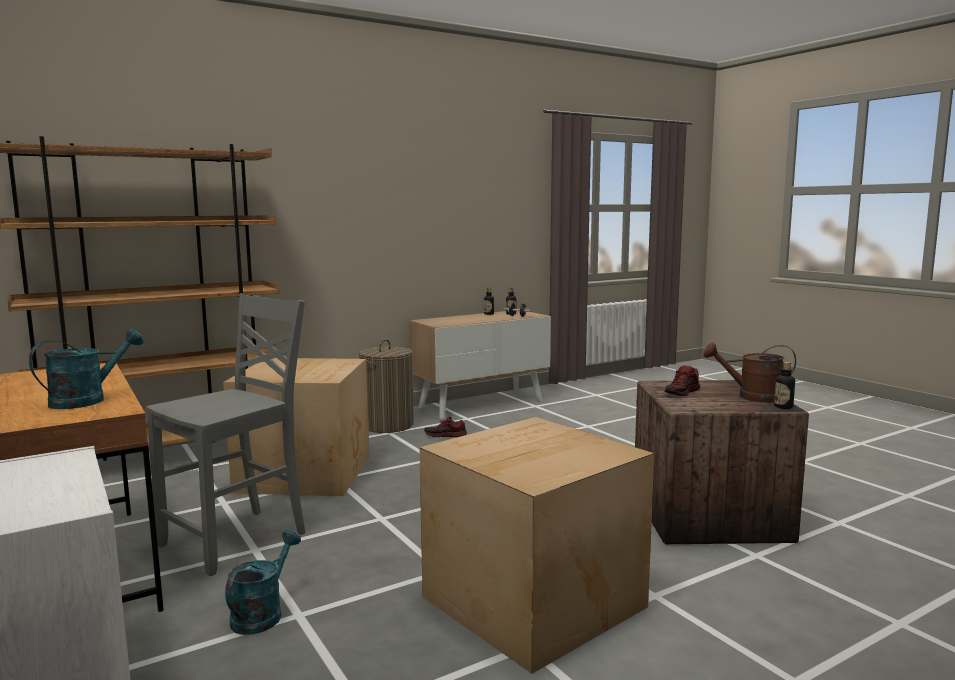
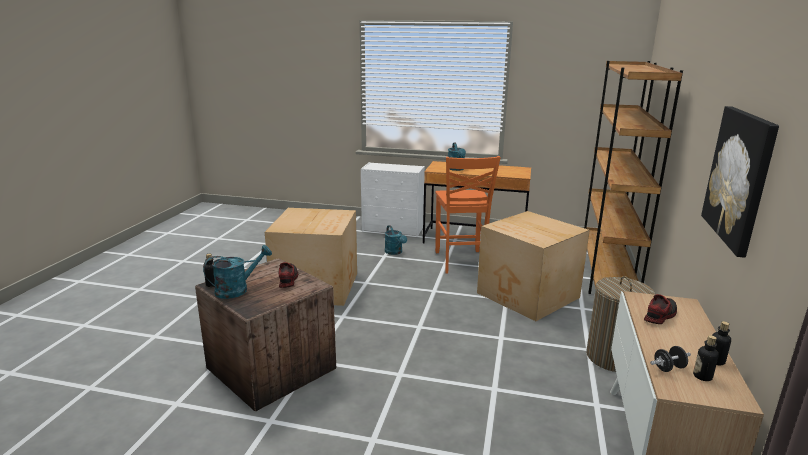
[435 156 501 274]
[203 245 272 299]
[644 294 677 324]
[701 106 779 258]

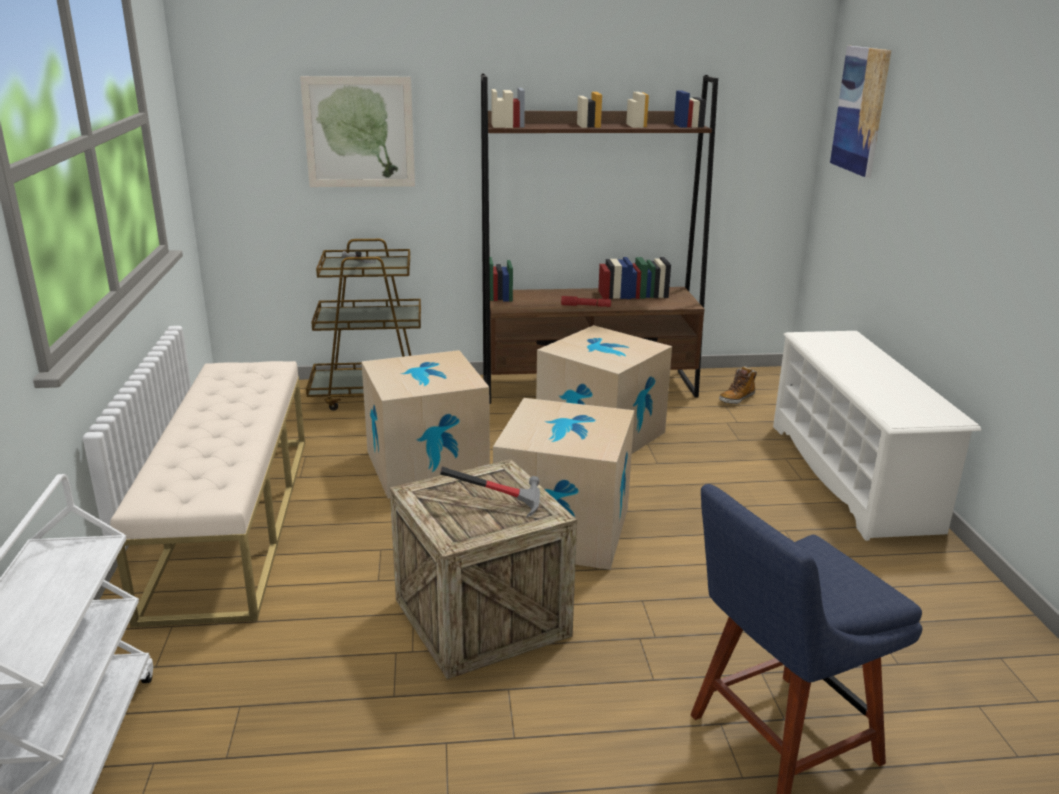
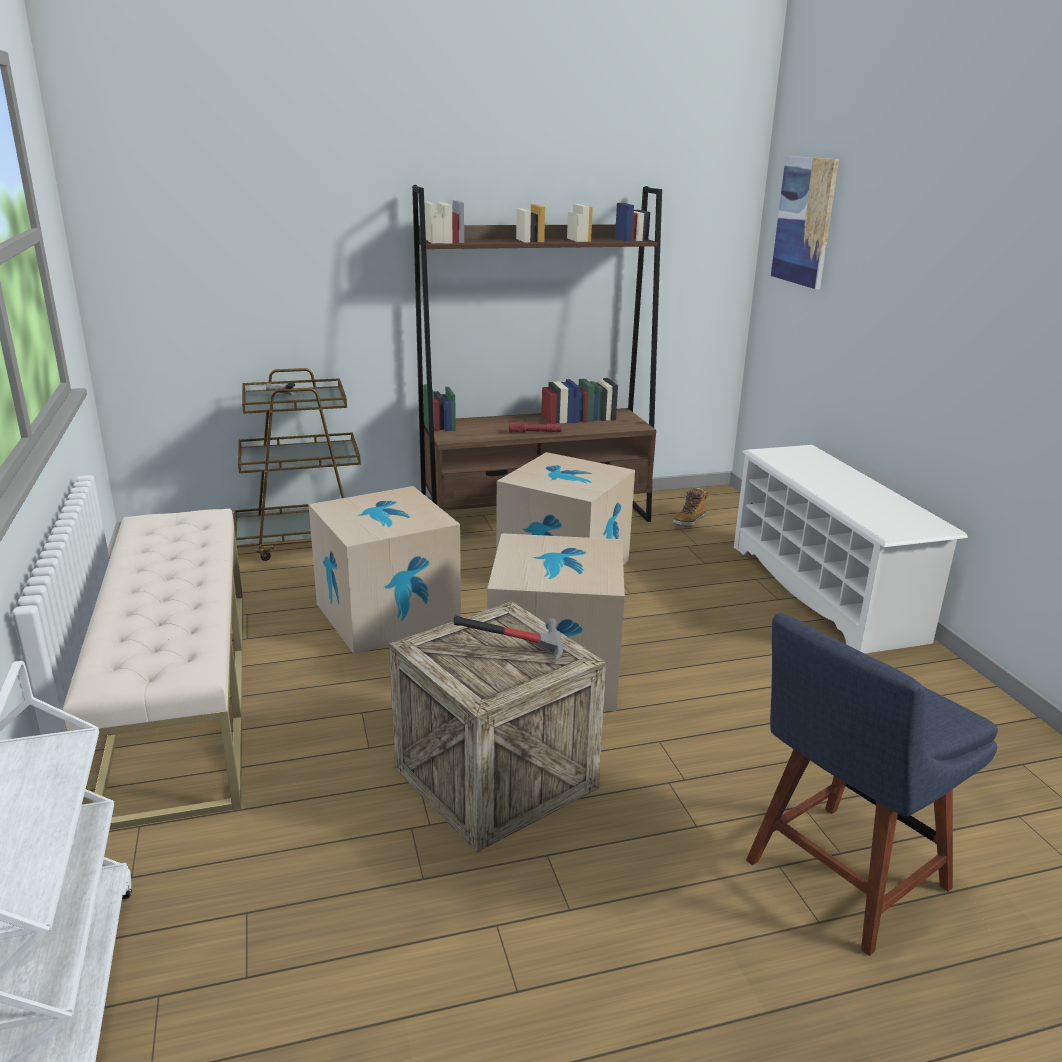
[300 76 415 187] (first image)

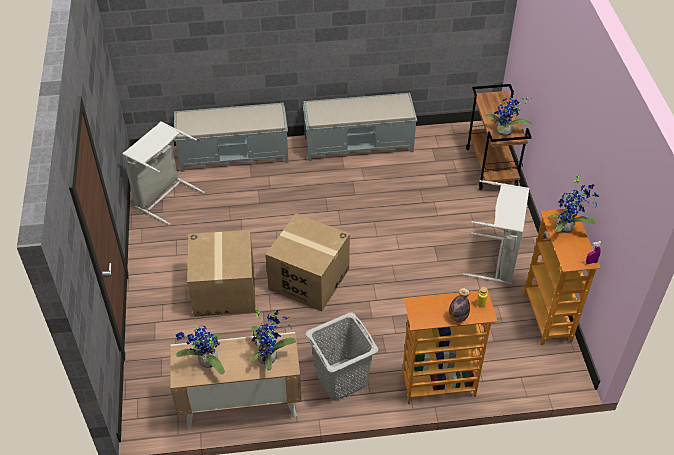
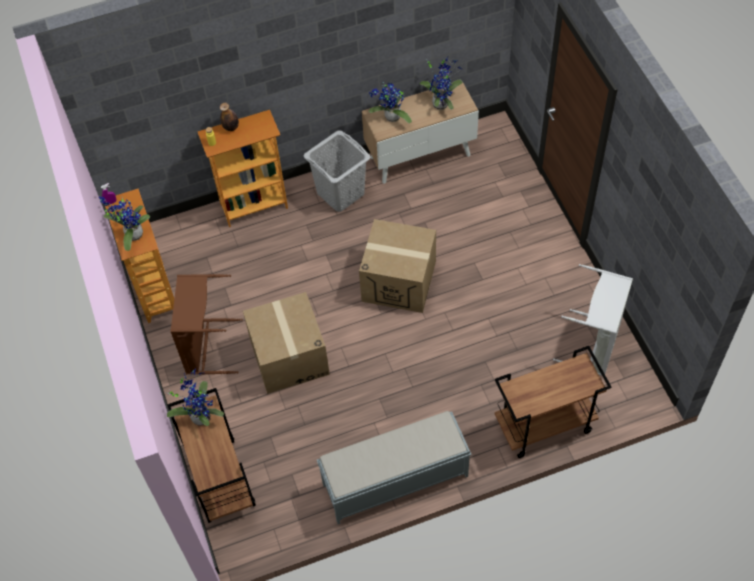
[495 346 612 458]
[170 274 243 374]
[243 292 330 394]

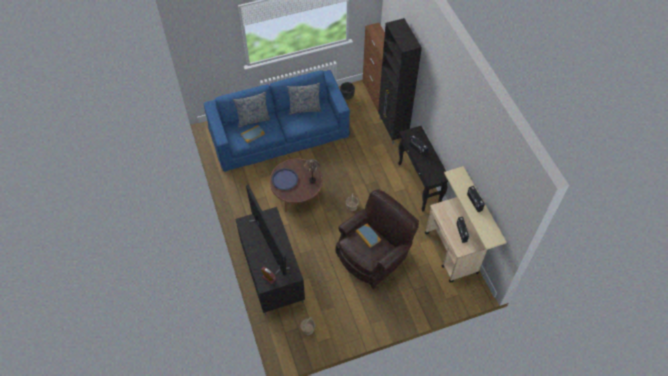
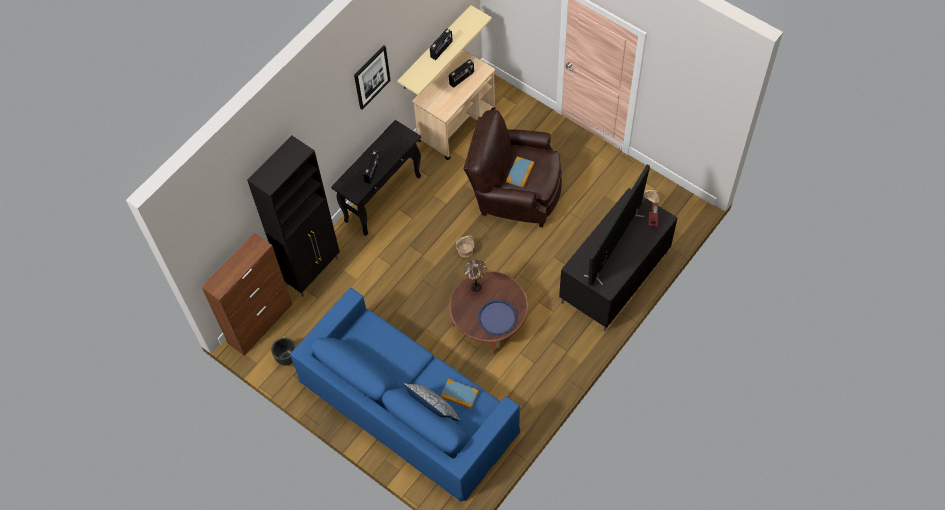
[287 83 322 115] (first image)
[354 46 391 109]

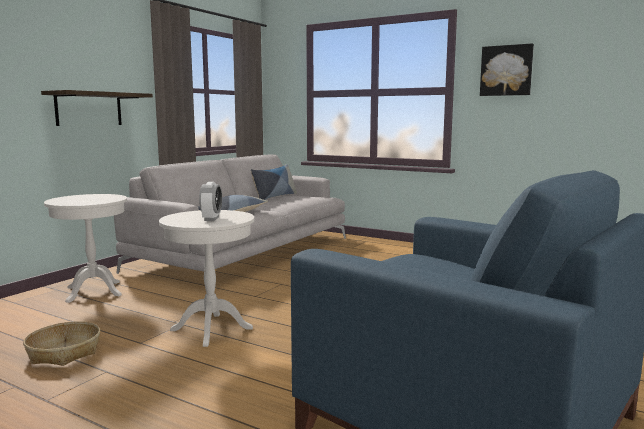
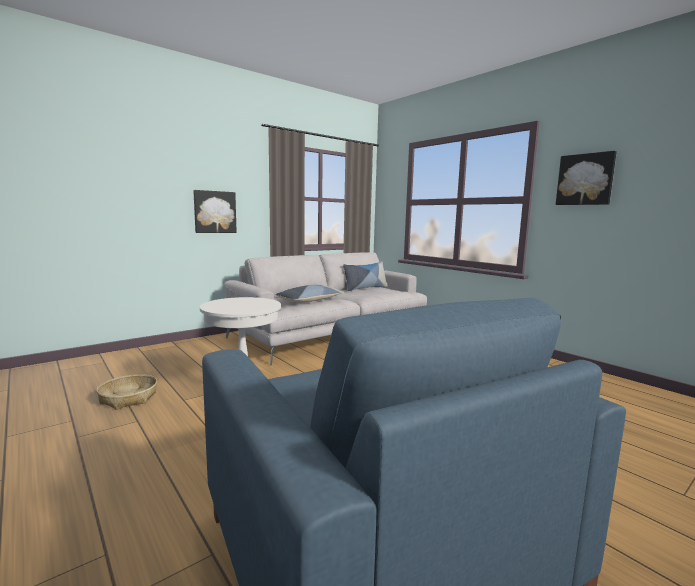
[193 190 237 233]
[199 182 222 221] (first image)
[44 194 127 303] (first image)

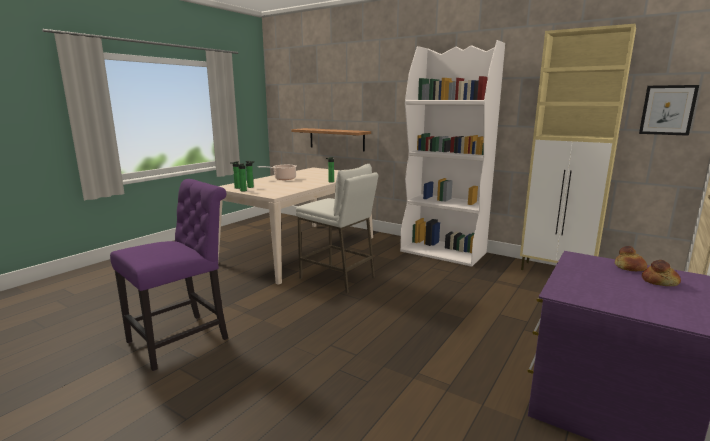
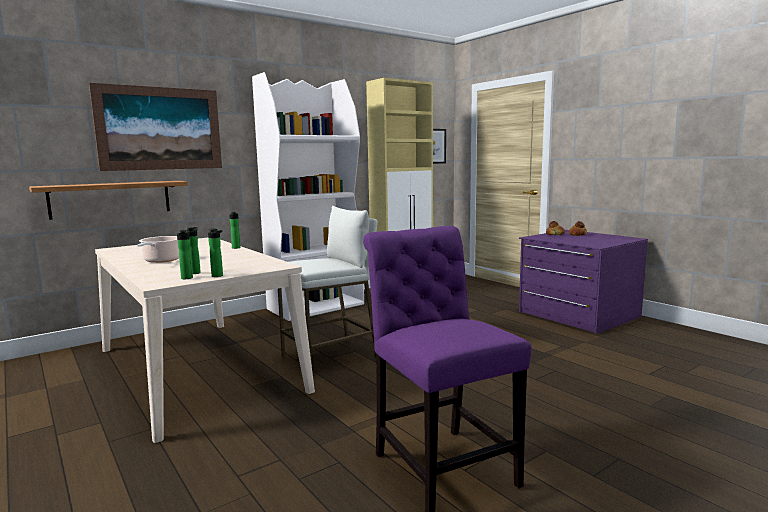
[89 83 222 171]

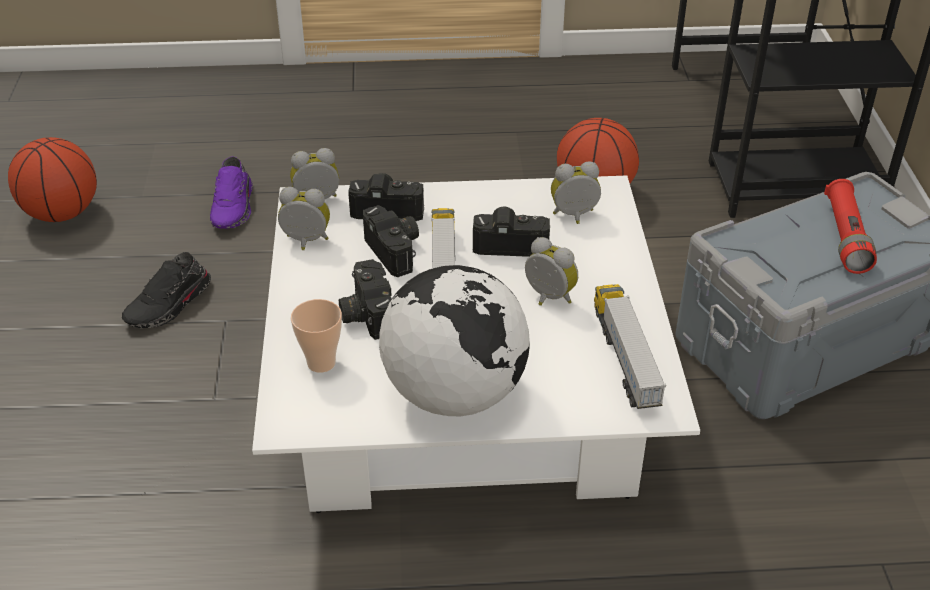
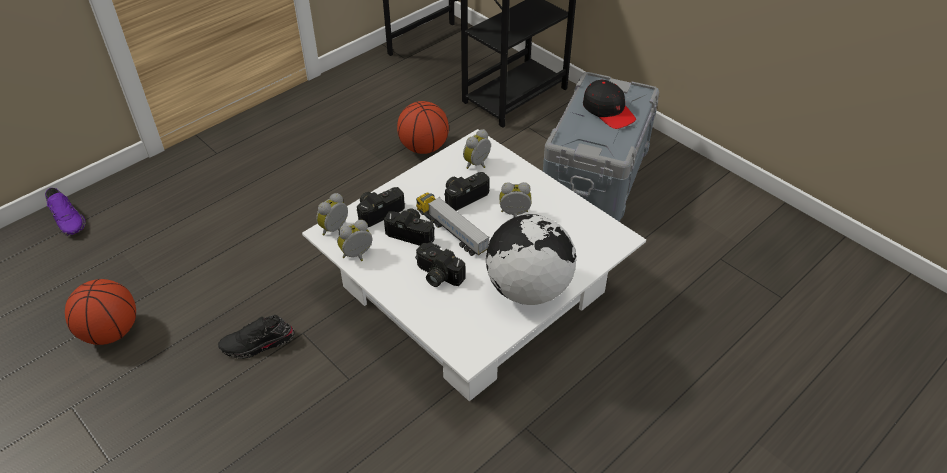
[45 188 85 236]
[583 80 636 129]
[218 315 295 359]
[594 284 666 409] (first image)
[291 299 342 373] (first image)

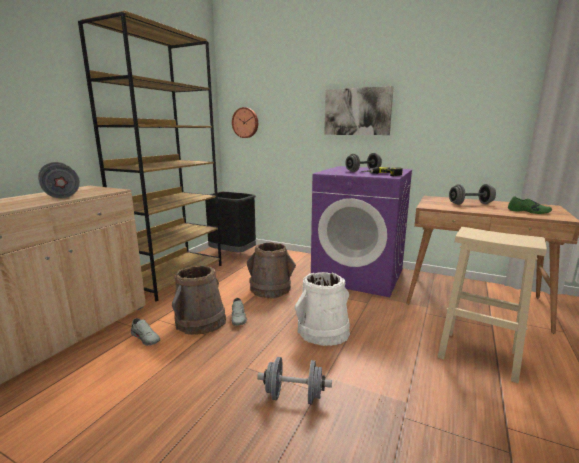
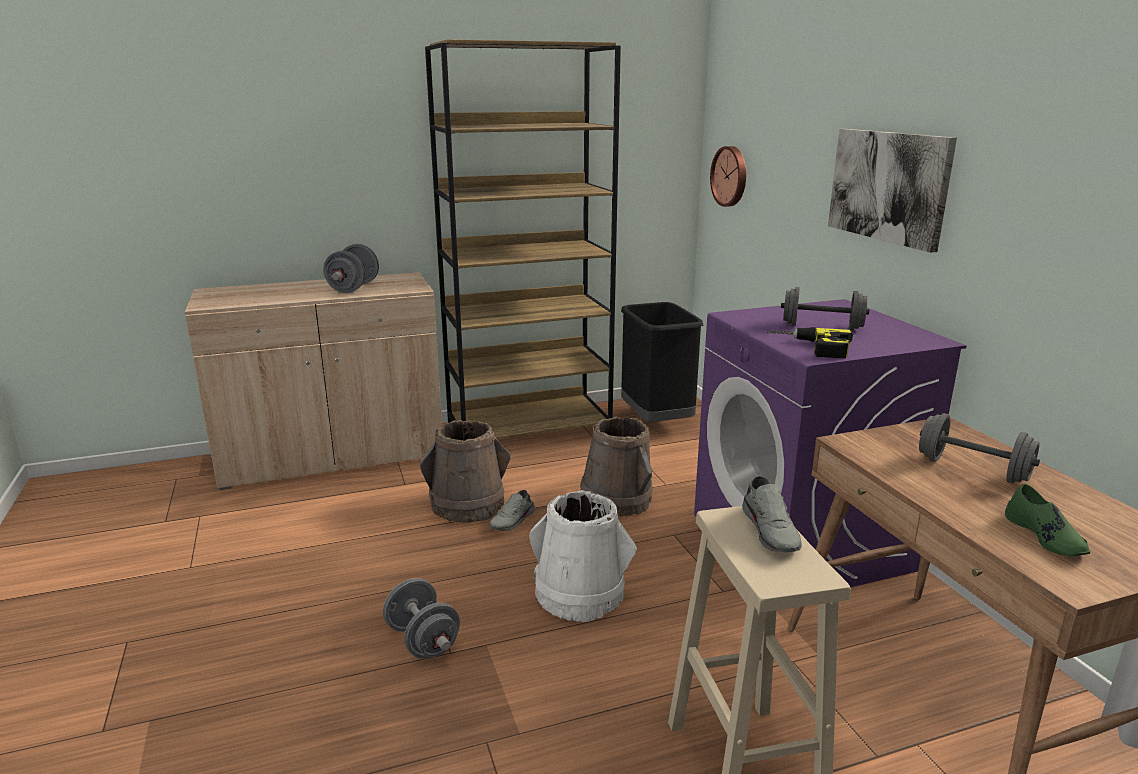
[742 476 802 552]

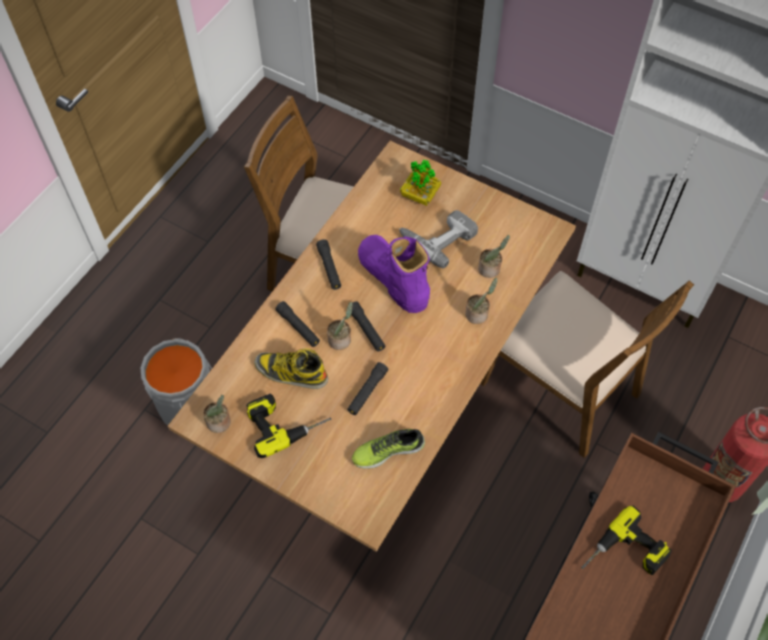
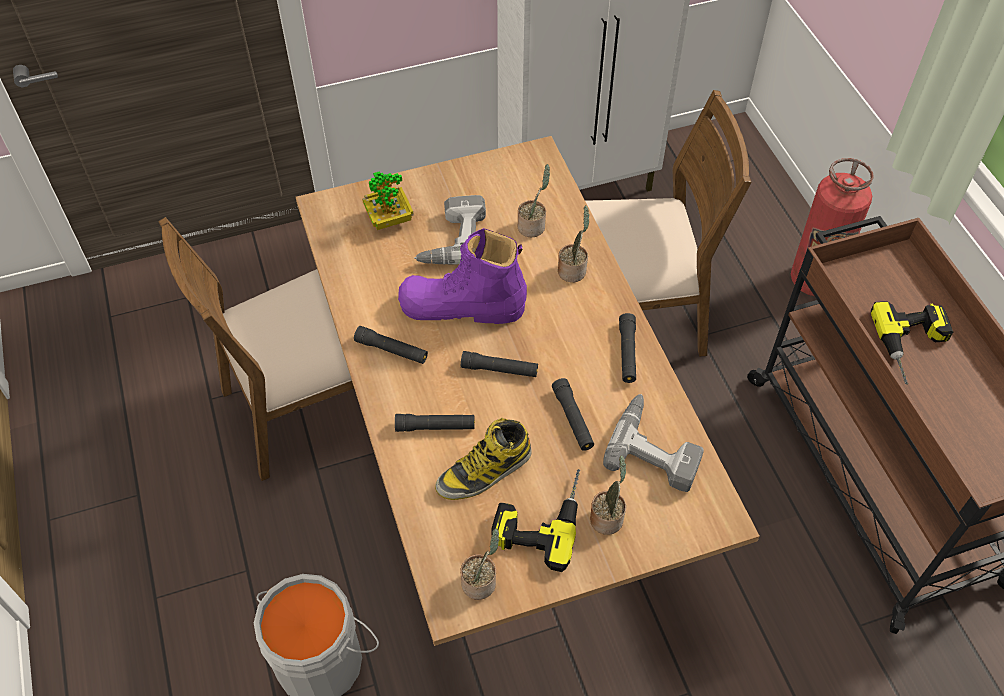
[590 455 626 535]
[603 394 704 492]
[619 313 636 383]

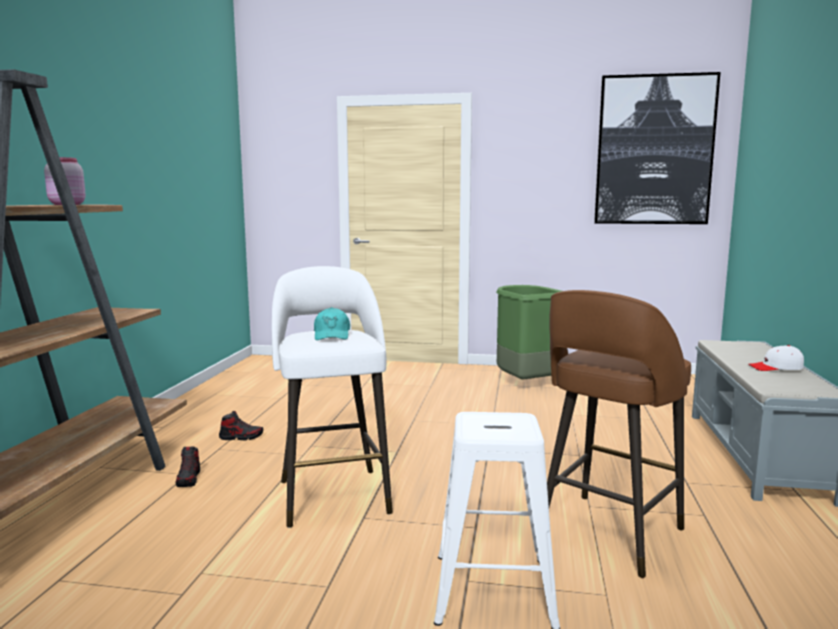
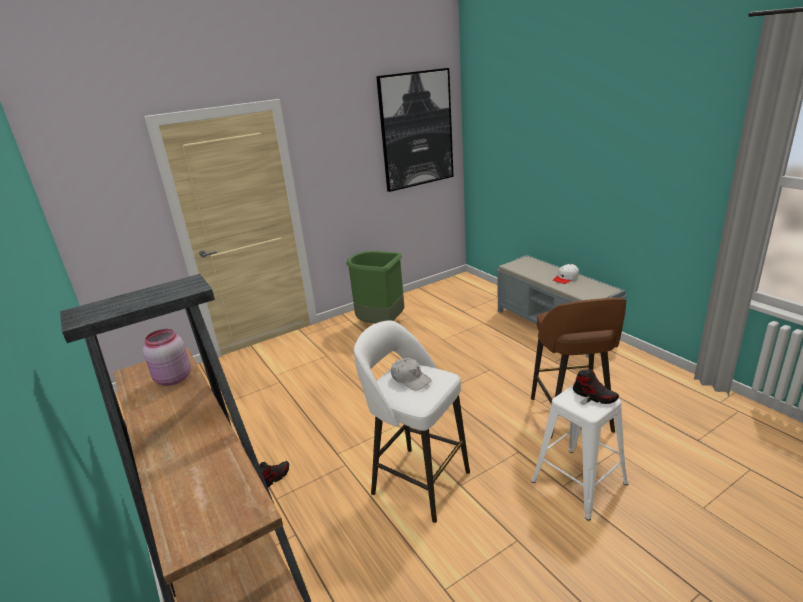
[391 358 432 391]
[573 369 619 404]

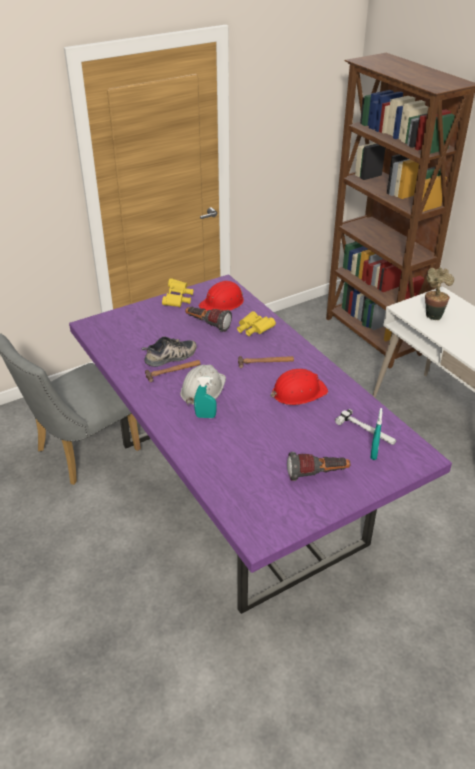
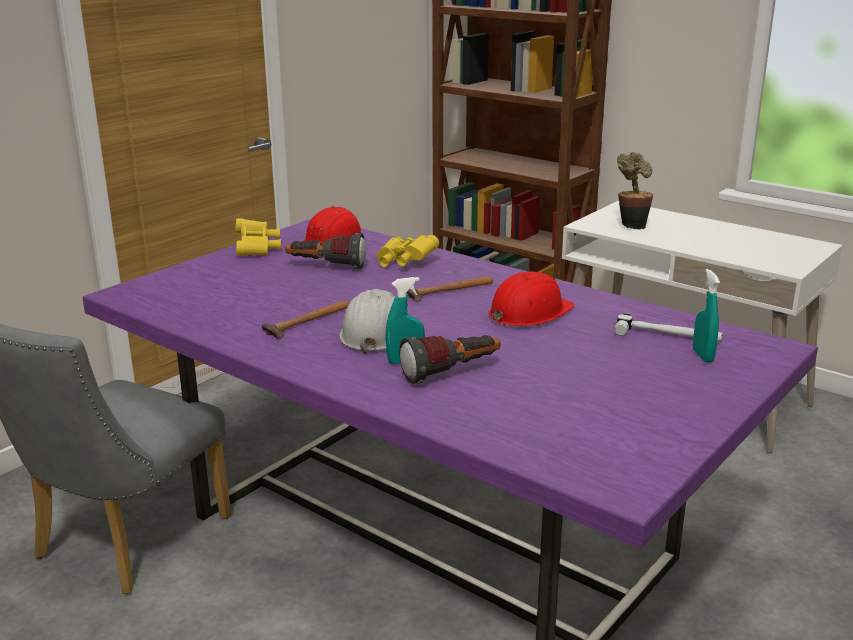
[142 337 197 367] (first image)
[399 335 500 384]

